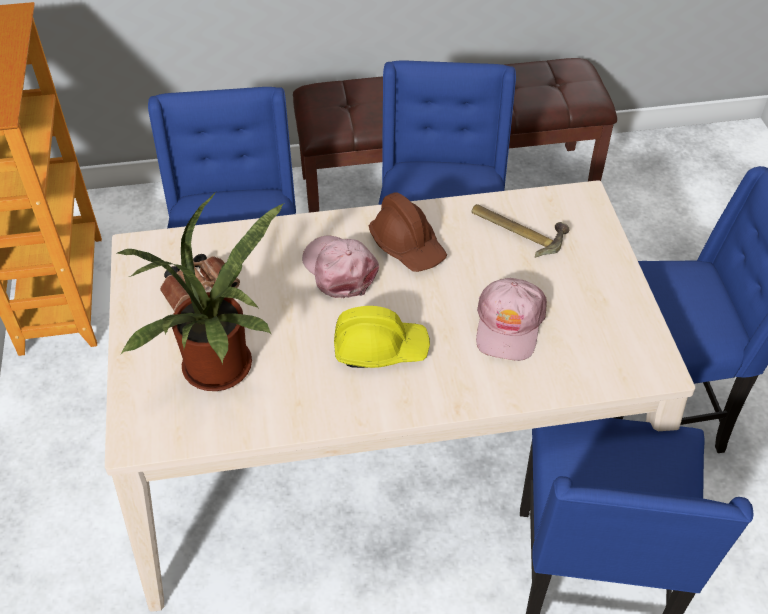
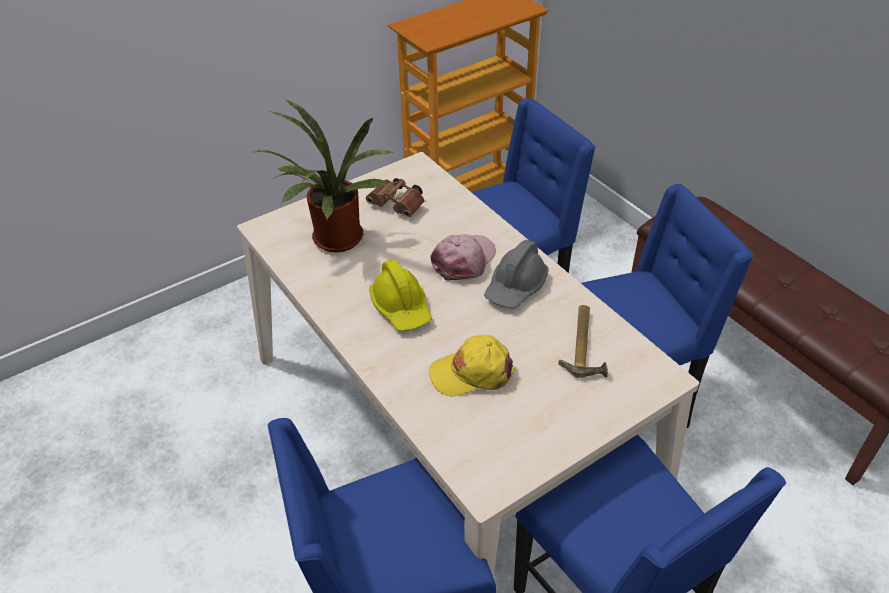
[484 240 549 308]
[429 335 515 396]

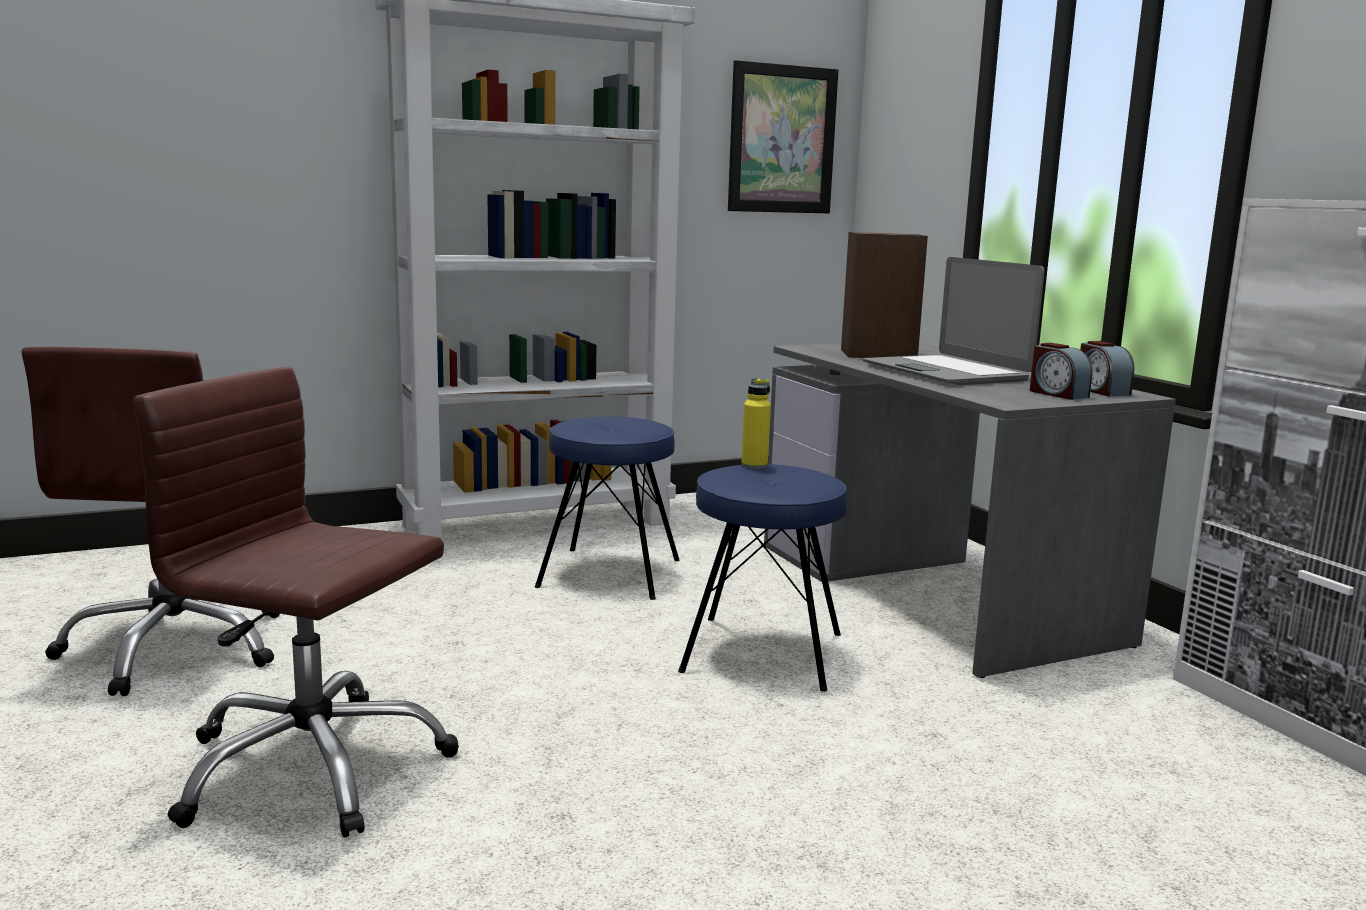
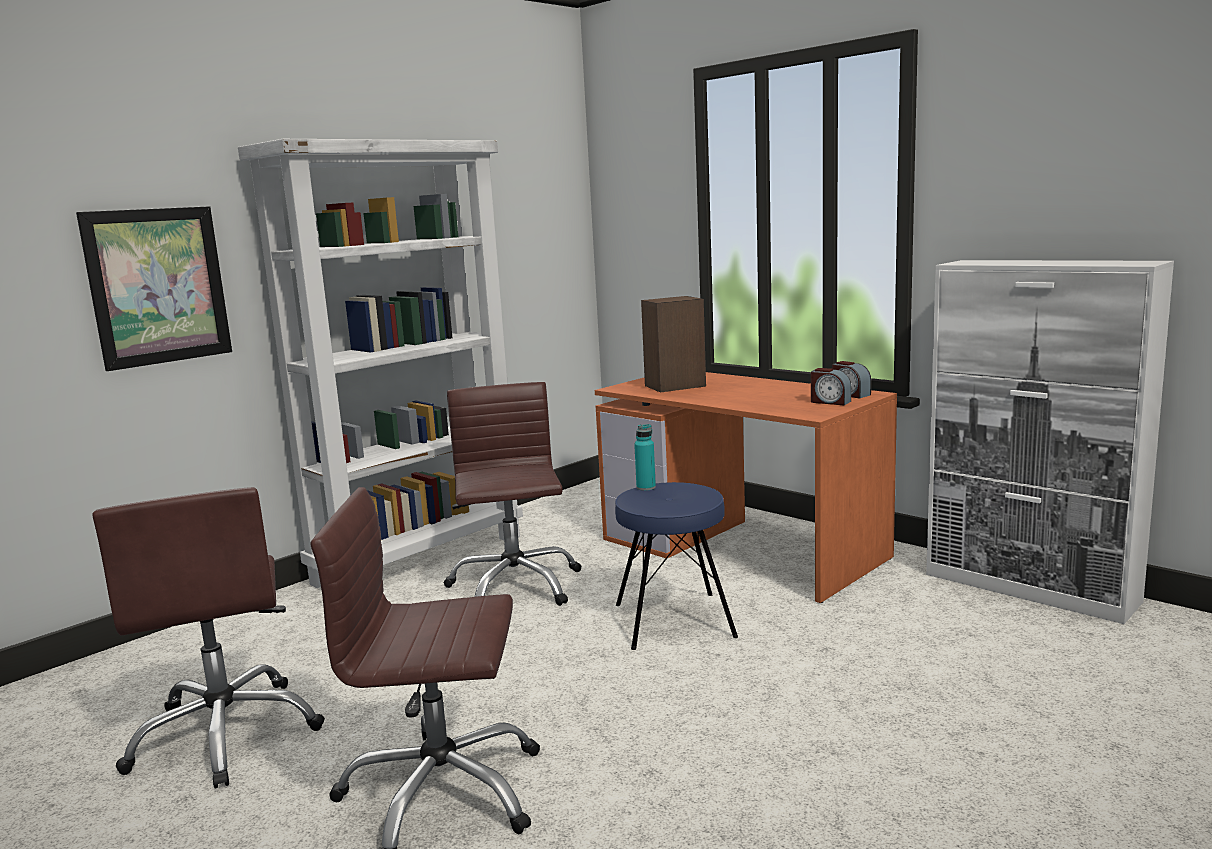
[76 206 232 371]
[863 257 1045 385] (first image)
[595 372 897 603]
[634 424 656 491]
[444 382 582 606]

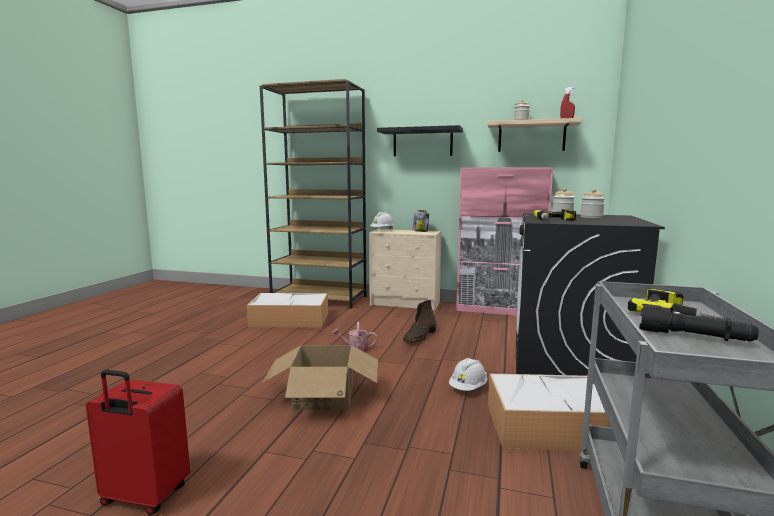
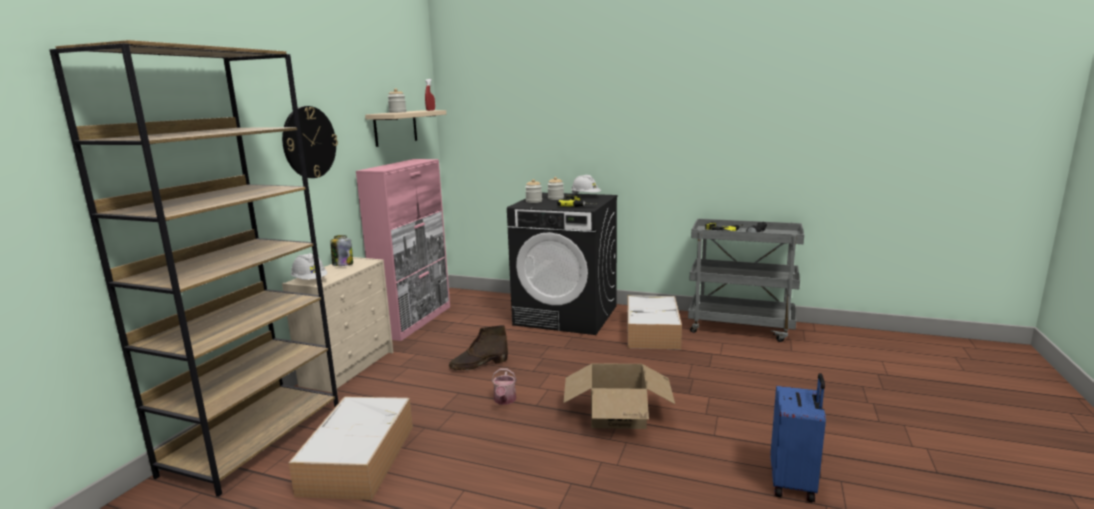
[282 106 338 178]
[449 325 508 370]
[571 175 601 195]
[770 373 826 502]

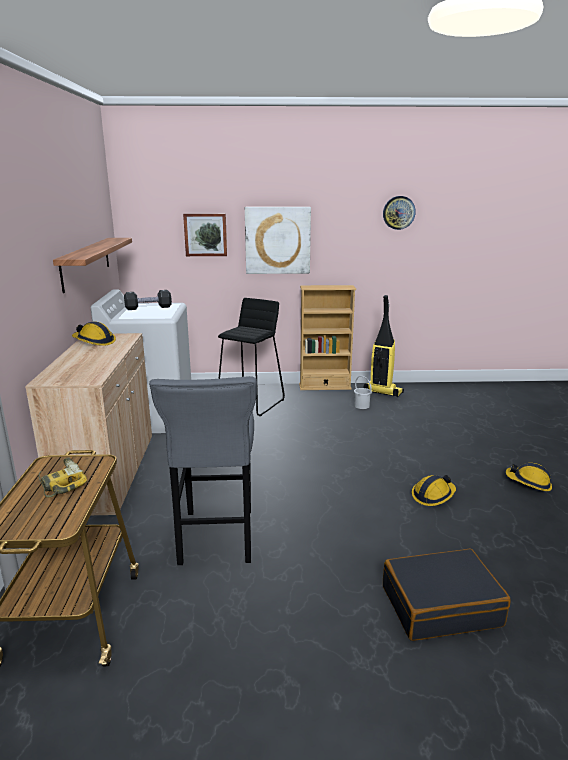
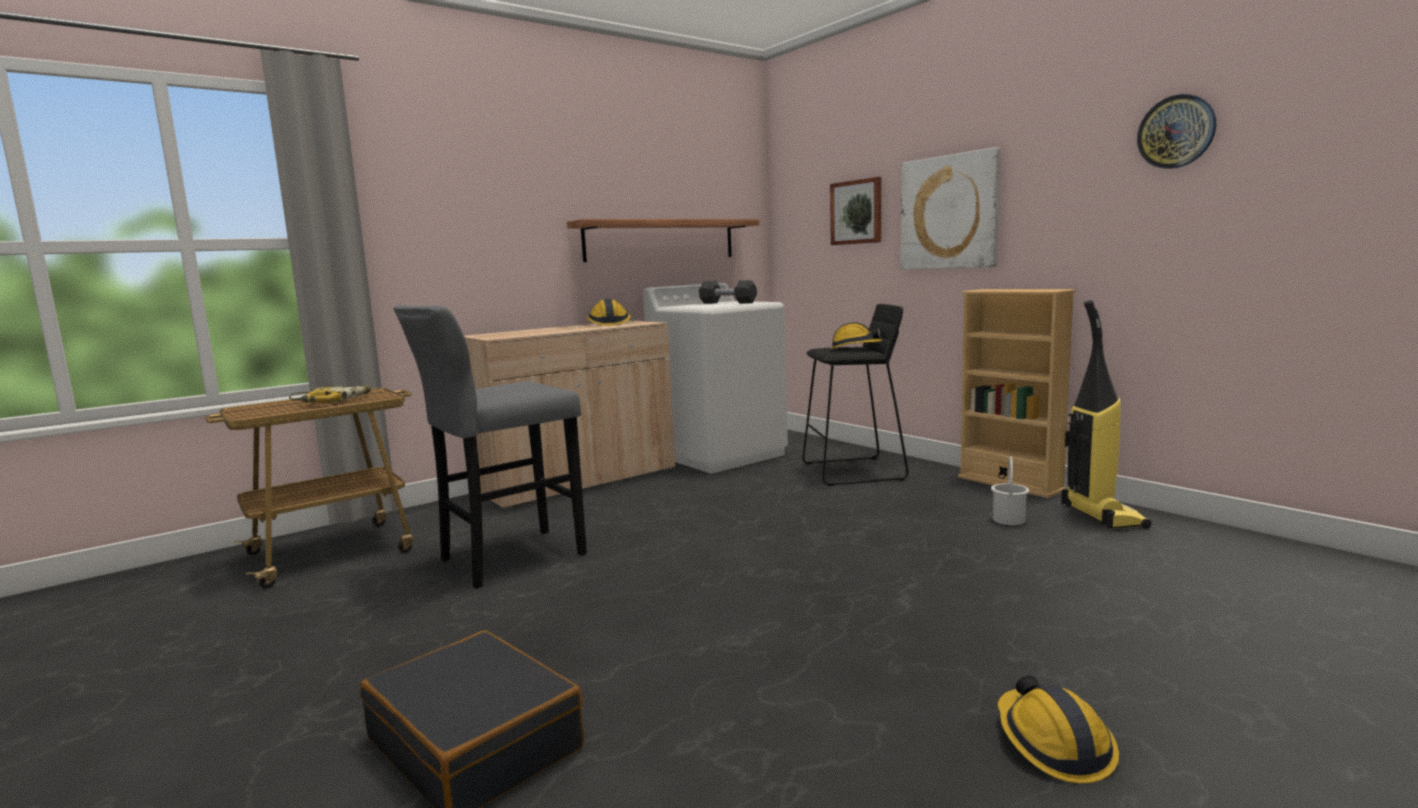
[830 322 882 349]

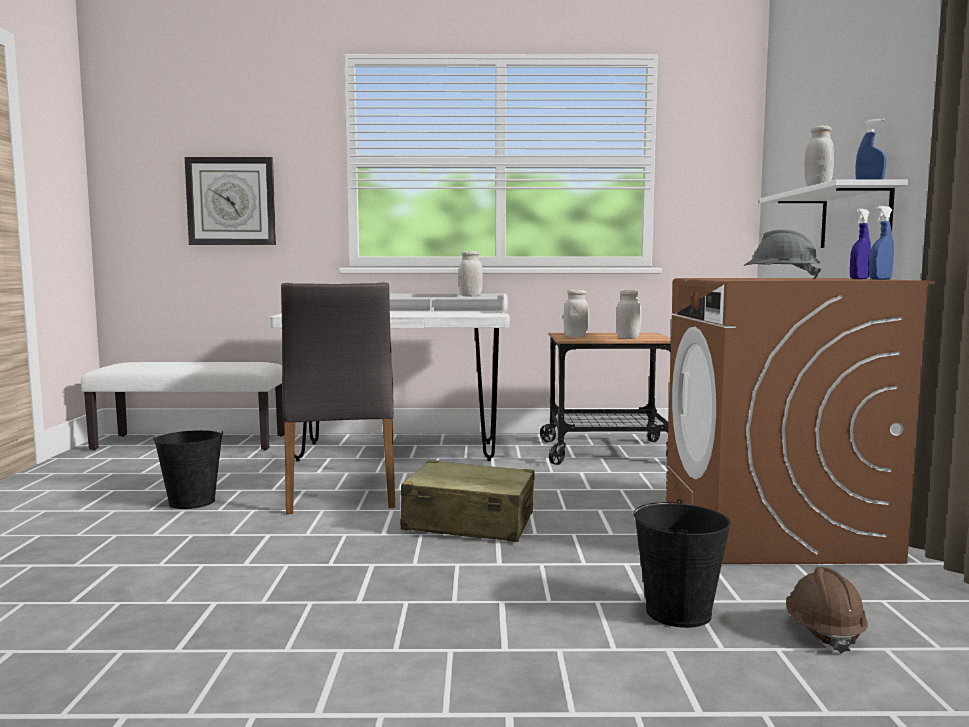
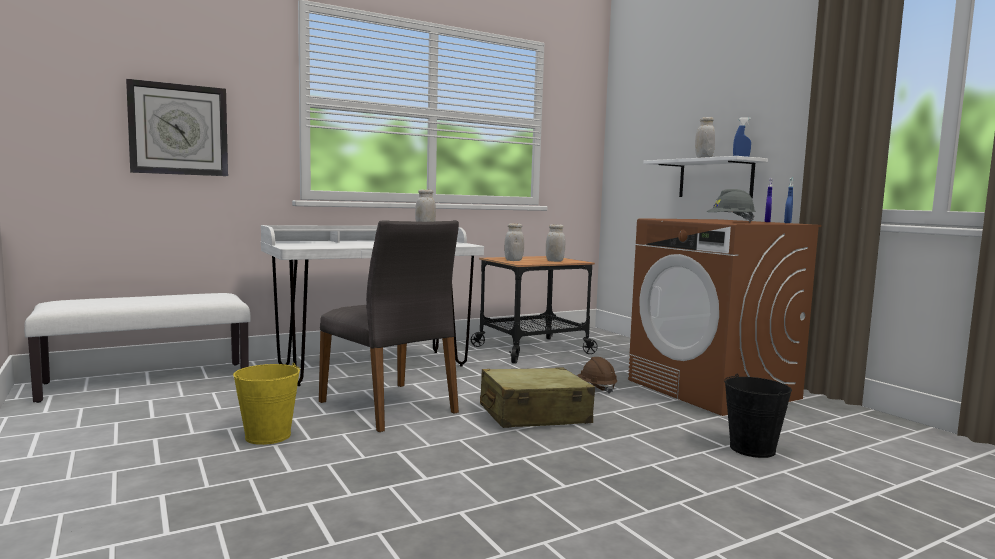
[233 363 300 445]
[577 357 617 393]

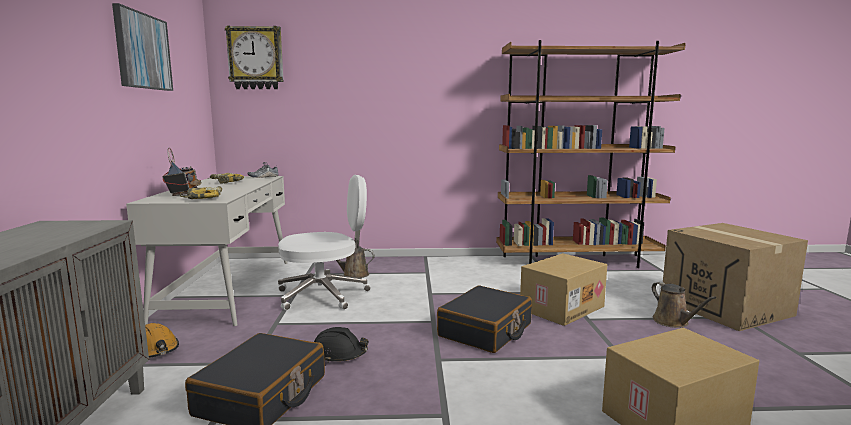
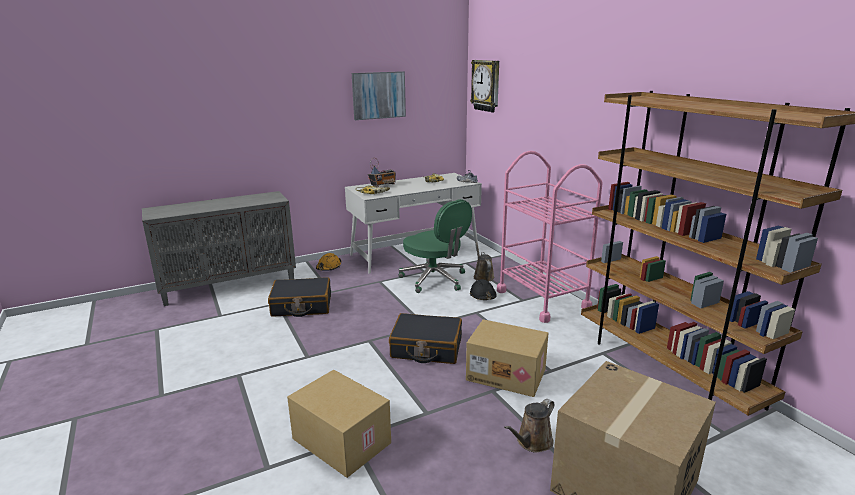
[398 199 472 293]
[470 279 497 300]
[497 151 603 323]

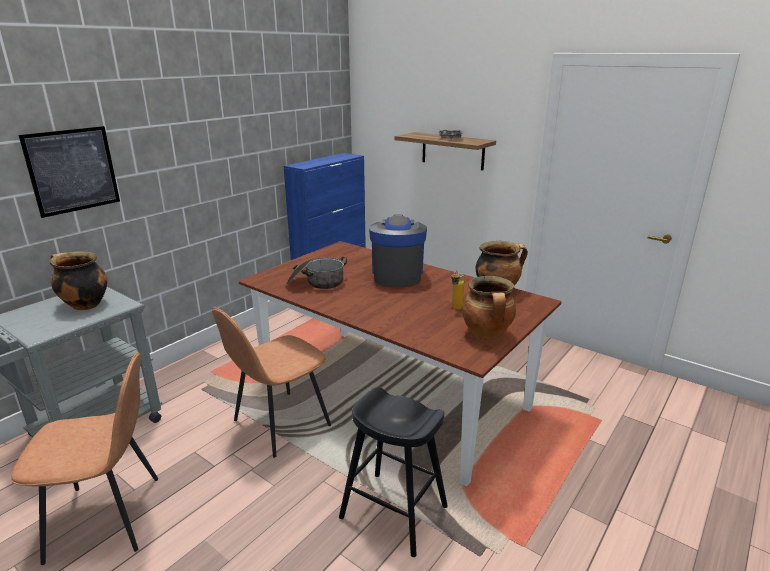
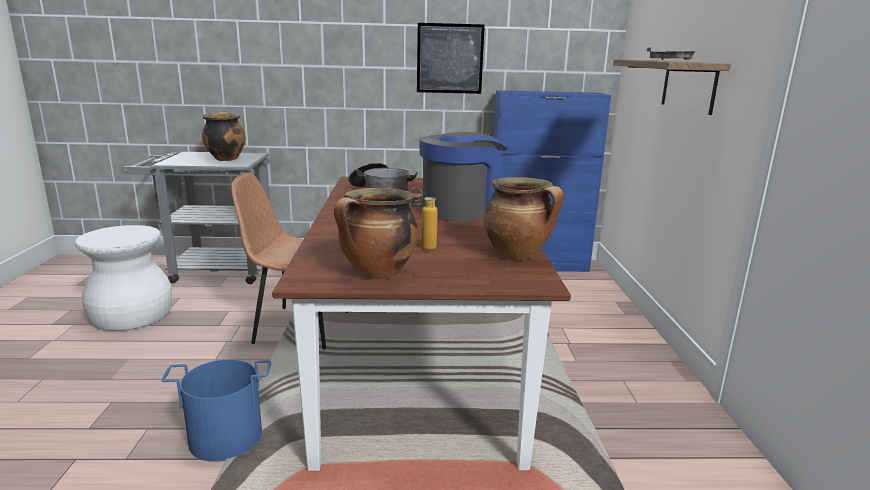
[417 23 485 94]
[75 225 172 331]
[161 359 271 462]

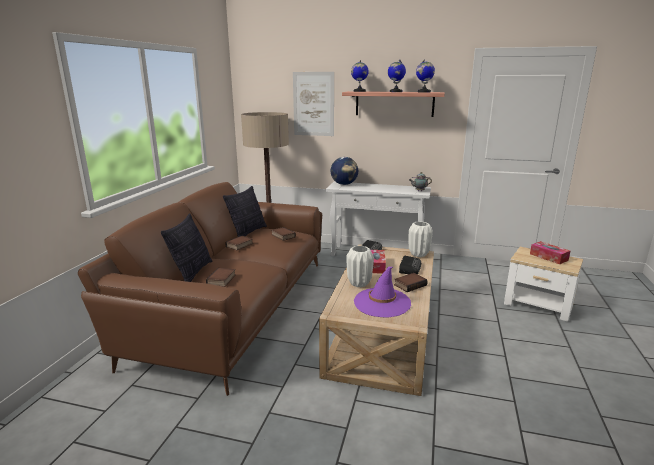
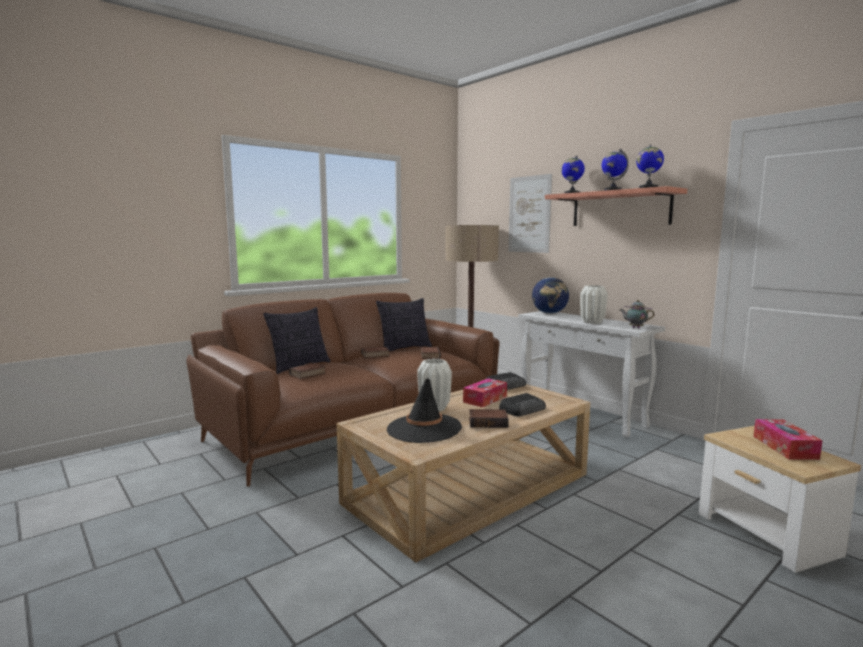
[580 285 608 324]
[387 378 462 443]

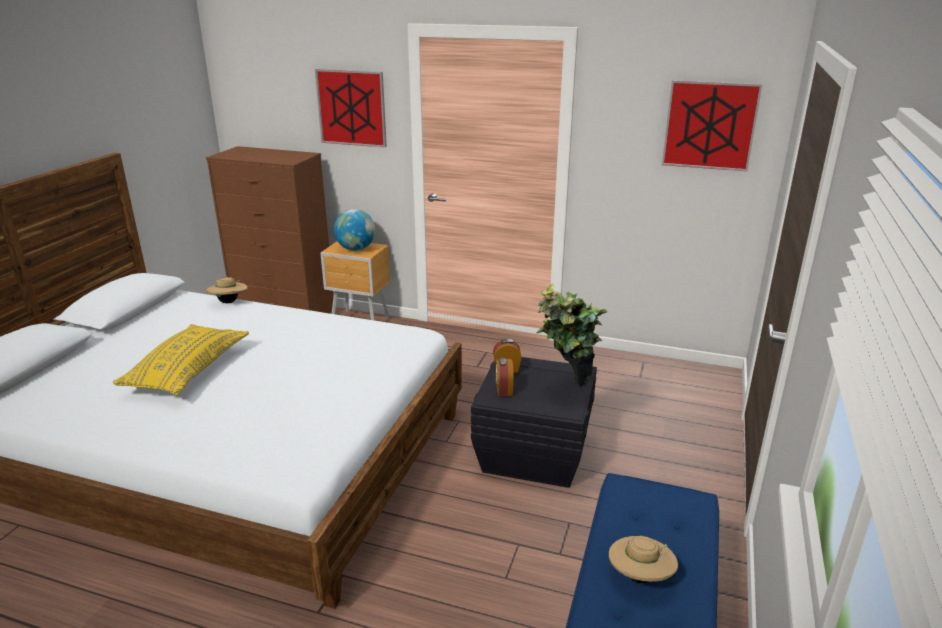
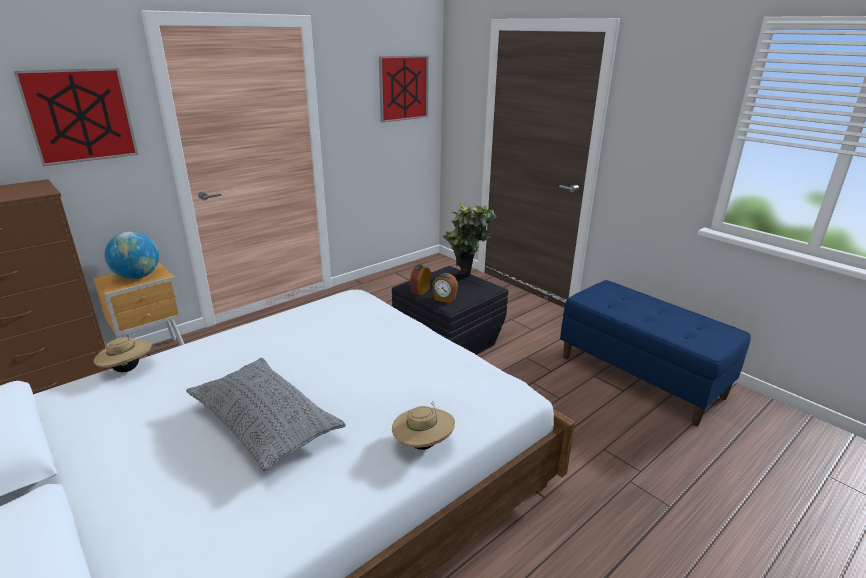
[186 358 346 471]
[392 401 455 450]

